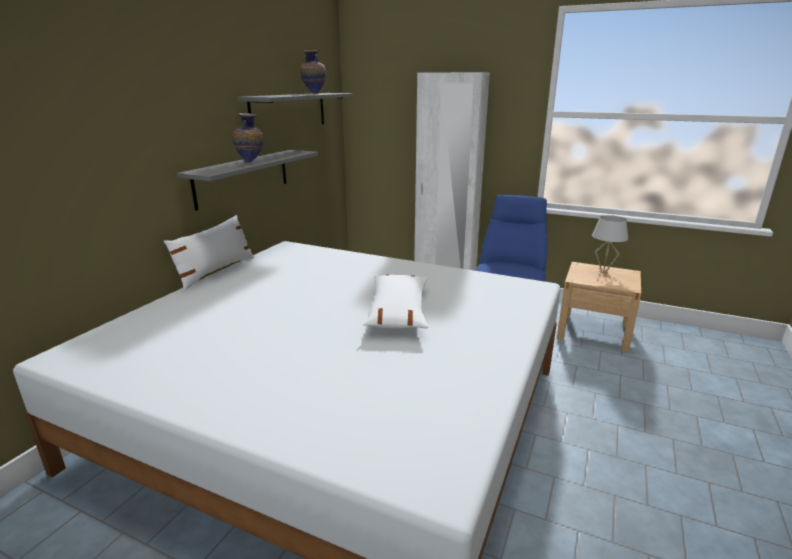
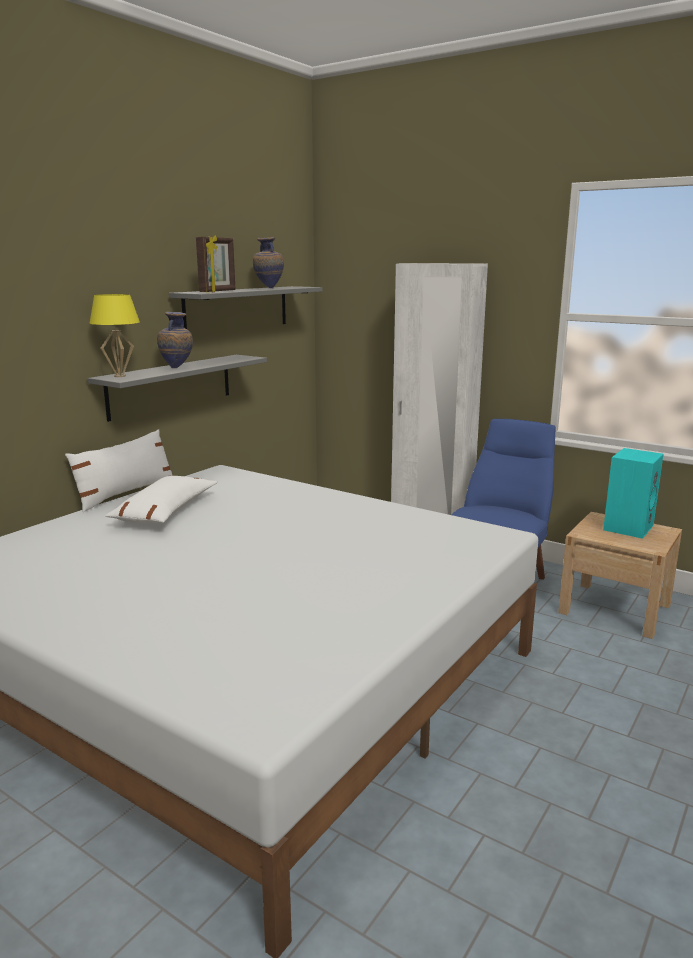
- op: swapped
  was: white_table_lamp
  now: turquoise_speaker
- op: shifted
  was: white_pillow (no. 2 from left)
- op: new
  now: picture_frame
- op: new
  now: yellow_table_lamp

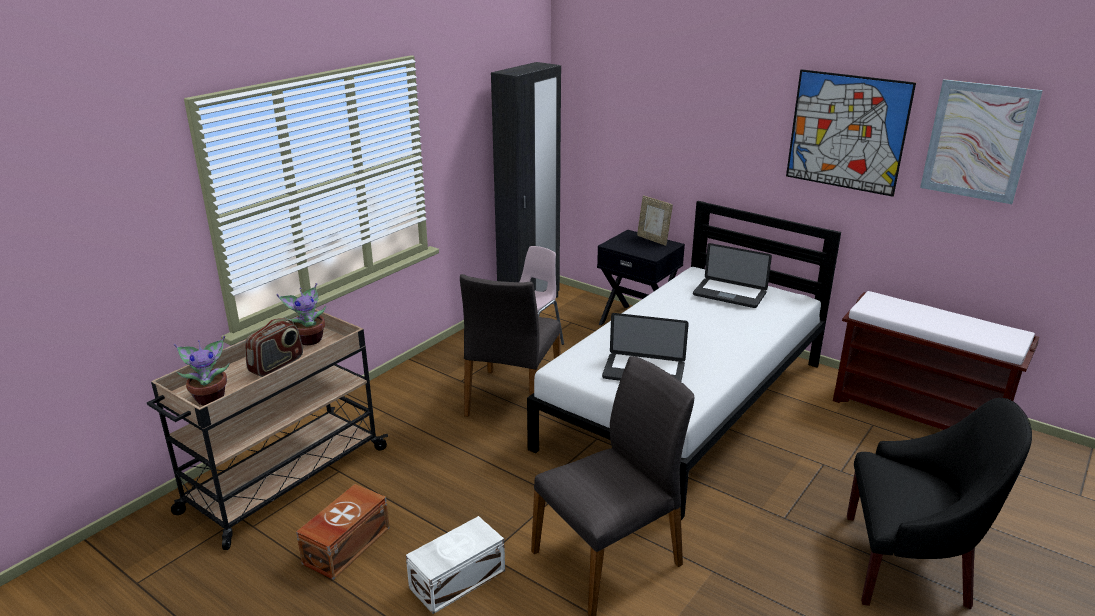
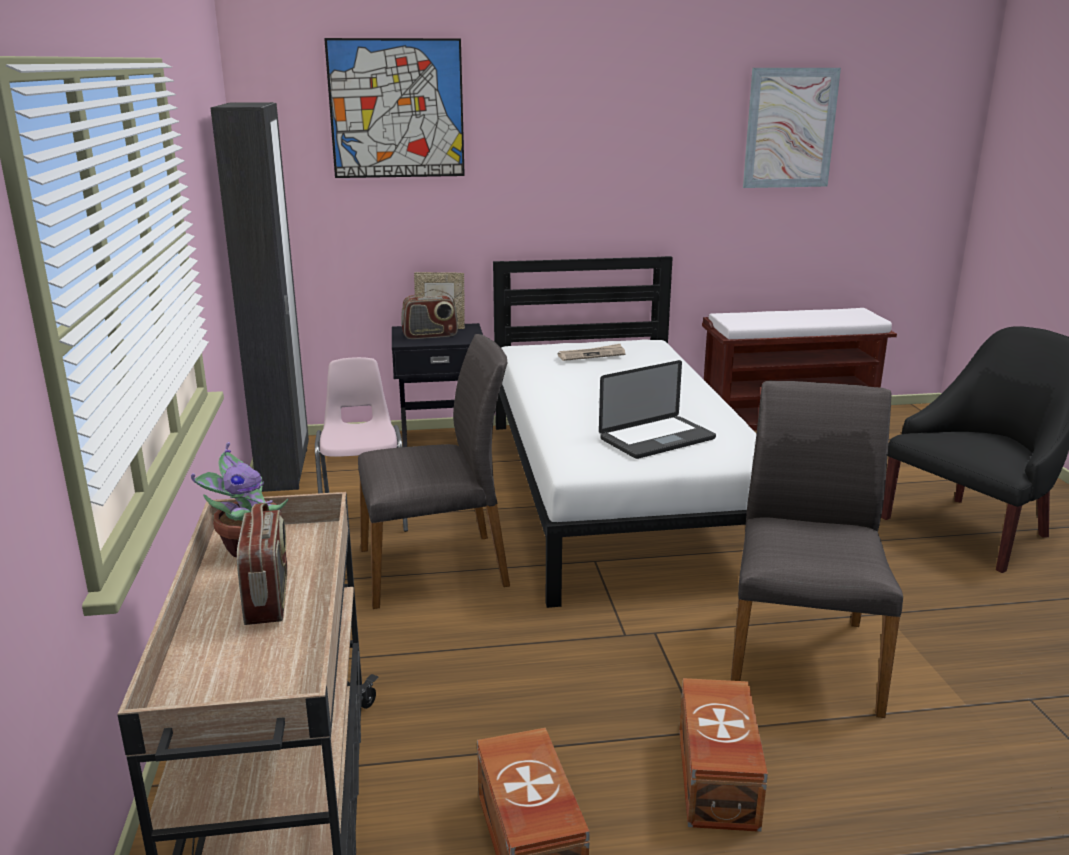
- op: shifted
  was: picture (no. 1 from left)
- op: swapped
  was: laptop (no. 2 from left)
  now: newspaper
- op: rotated
  was: grey_chair (no. 1 from left)
  clockwise: -75
- op: gone
  was: potted_plant (no. 1 from left)
- op: repainted
  was: white_storage_box
  now: brown_storage_box (no. 2 from left)
- op: new
  now: radio (no. 2 from left)

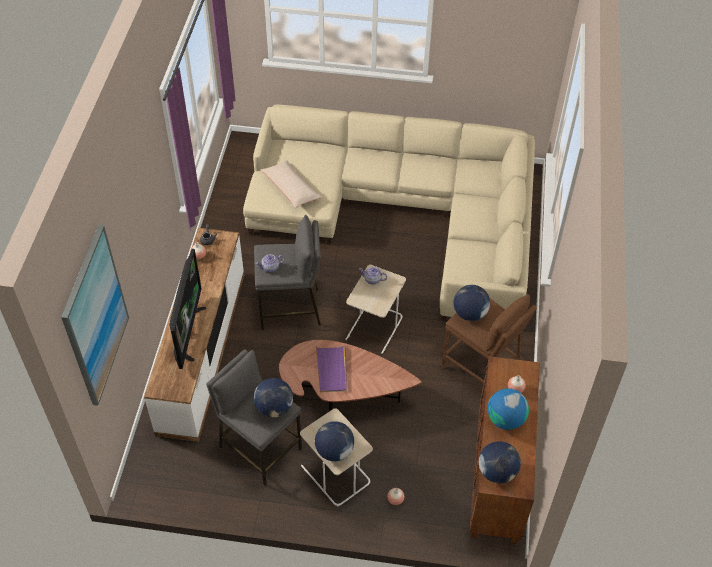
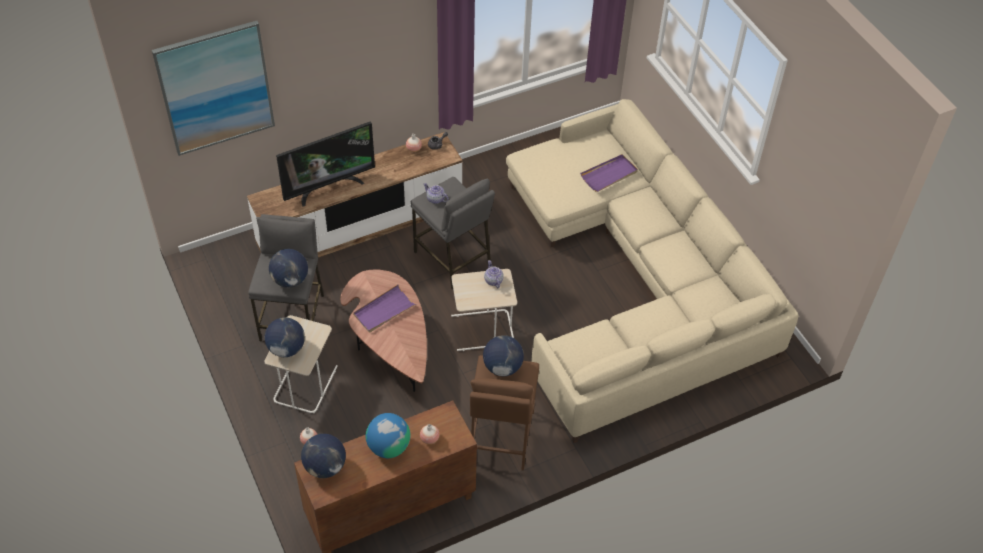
- op: gone
  was: beige_pillow
- op: new
  now: purple_tray (no. 2 from left)

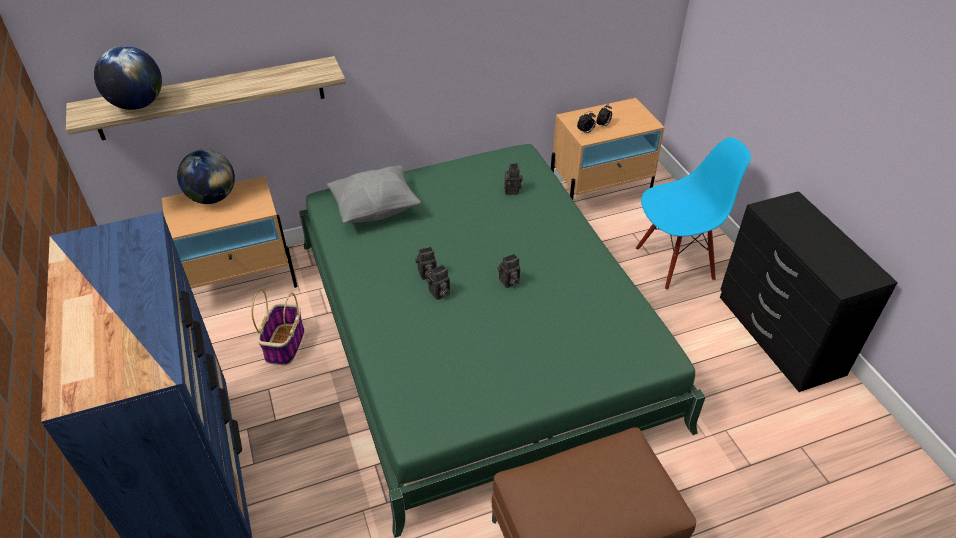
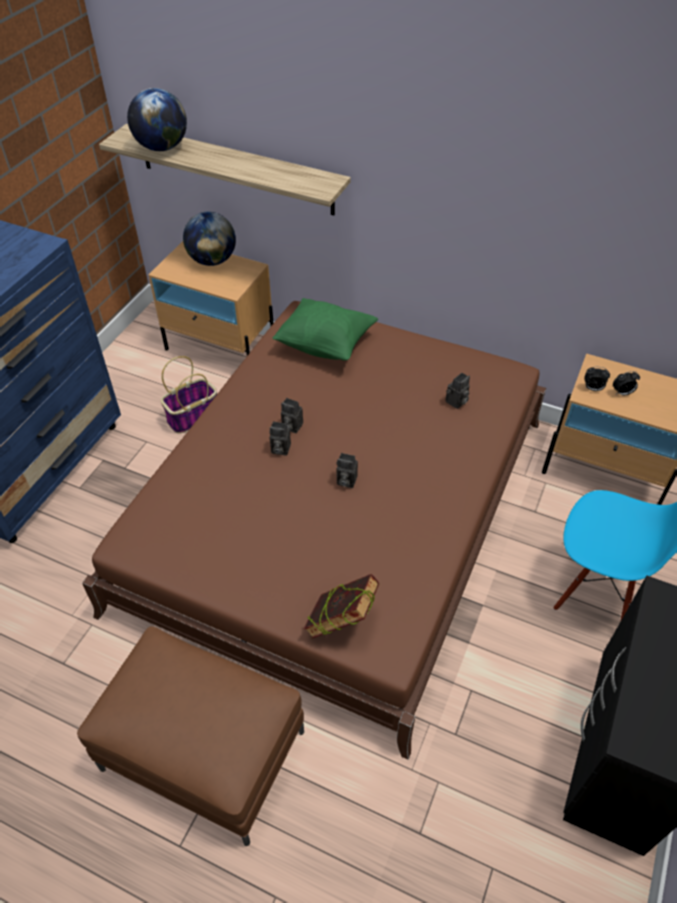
- op: repainted
  was: green_bed
  now: brown_bed
- op: repainted
  was: grey_pillow
  now: green_pillow
- op: new
  now: book

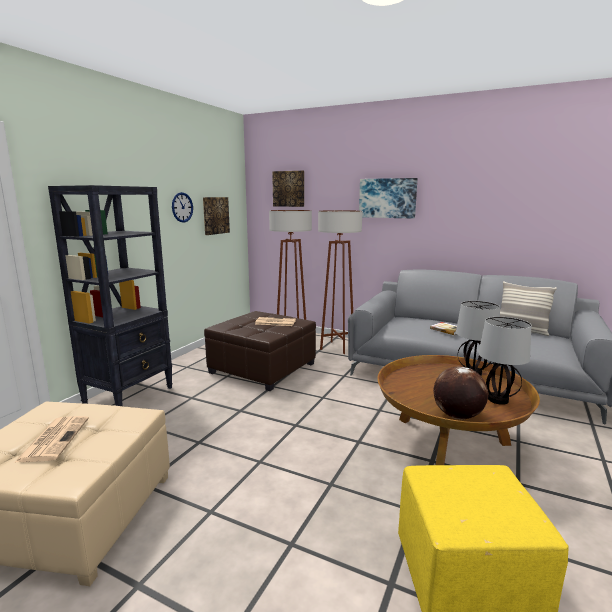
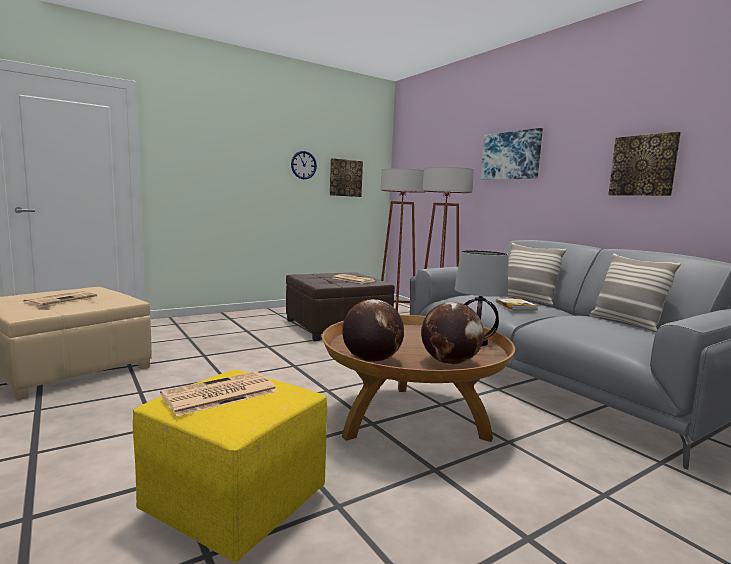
- op: shifted
  was: picture (no. 2 from left in the first image)
  now: picture (no. 3 from left)
- op: gone
  was: black_bookcase
- op: swapped
  was: table_lamp (no. 2 from left)
  now: globe (no. 2 from left)
- op: new
  now: pillow (no. 1 from left)
- op: new
  now: newspaper (no. 2 from left)

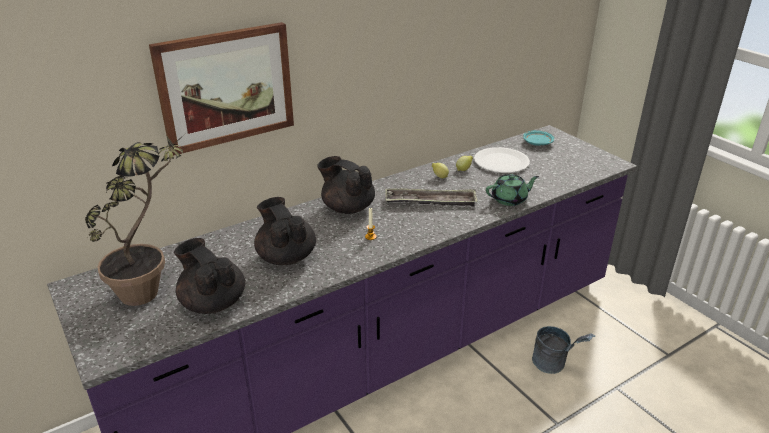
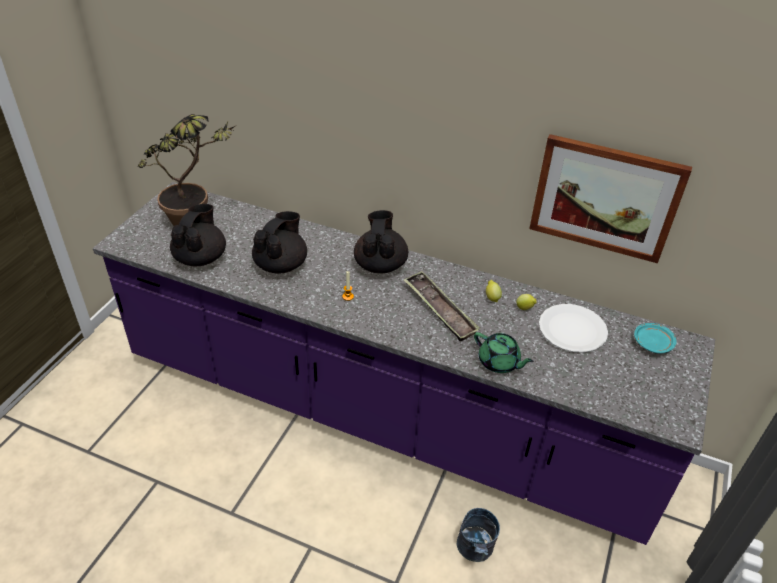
- op: shifted
  was: picture

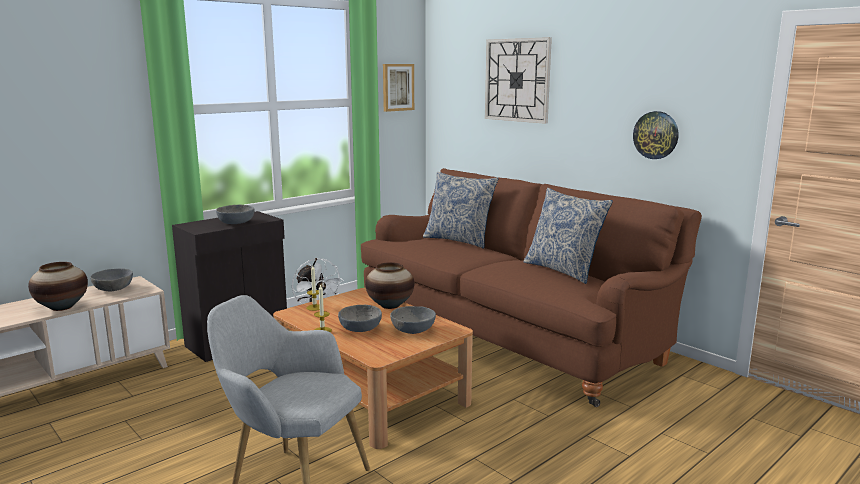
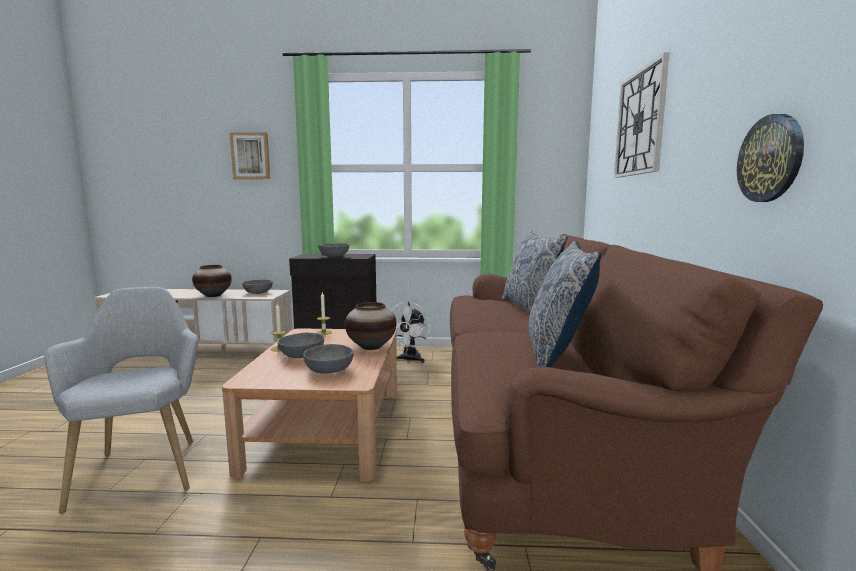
- op: shifted
  was: picture

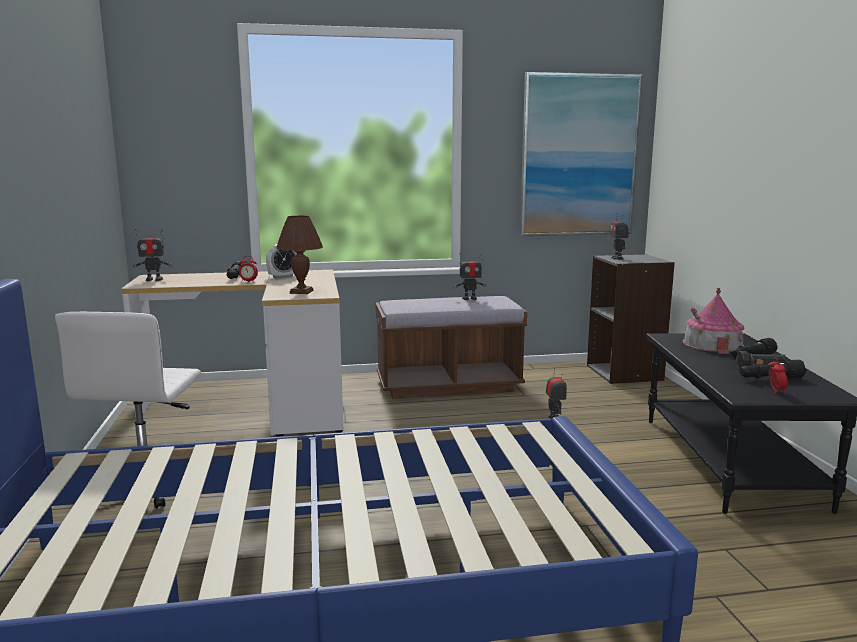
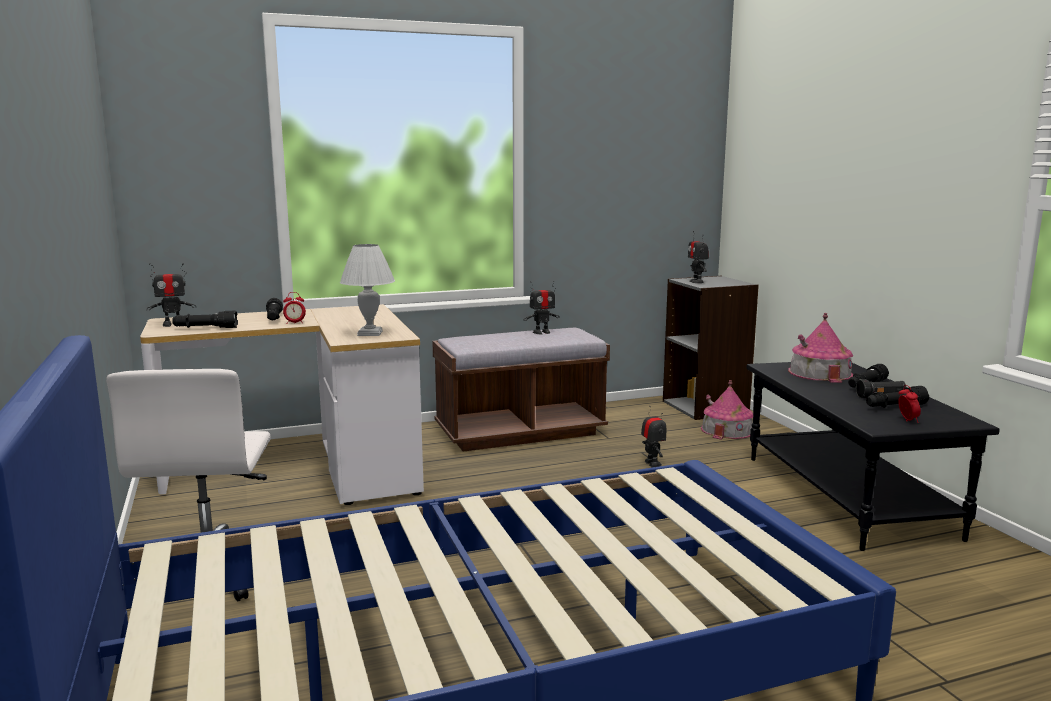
- op: gone
  was: picture
- op: repainted
  was: brown_table_lamp
  now: white_table_lamp
- op: gone
  was: alarm_clock (no. 2 from left)
- op: new
  now: black_flashlight (no. 1 from left)
- op: new
  now: toy_house (no. 1 from left)

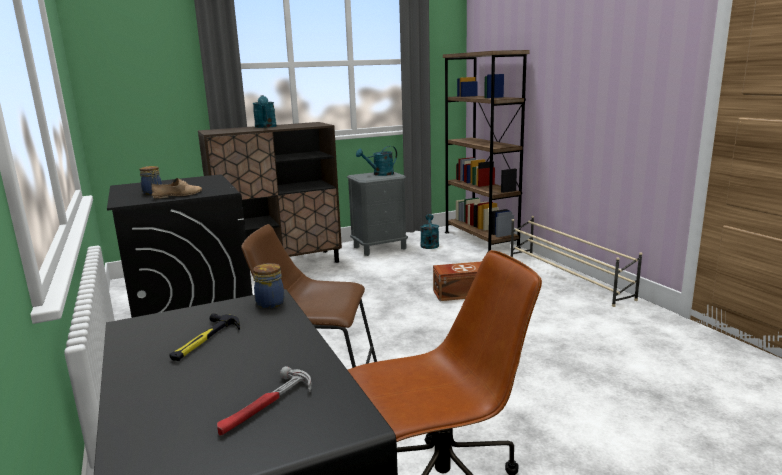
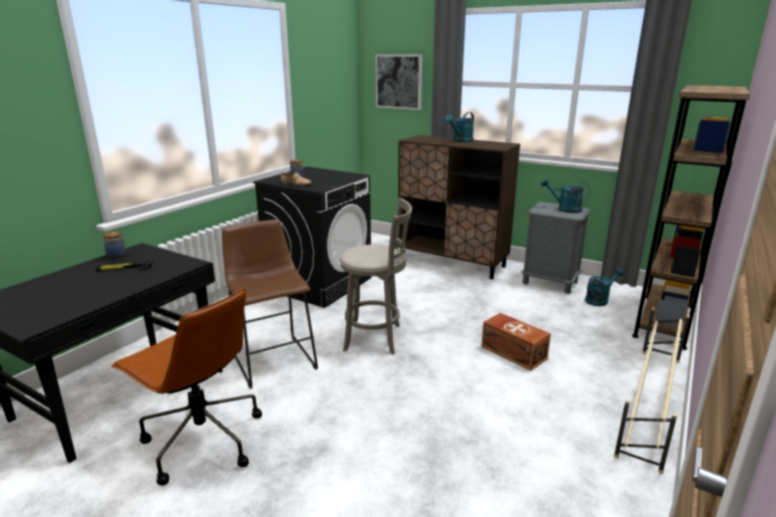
- op: shifted
  was: jar (no. 2 from left in the first image)
  now: jar (no. 1 from left)
- op: gone
  was: hammer (no. 2 from left)
- op: new
  now: picture
- op: new
  now: grey_stool

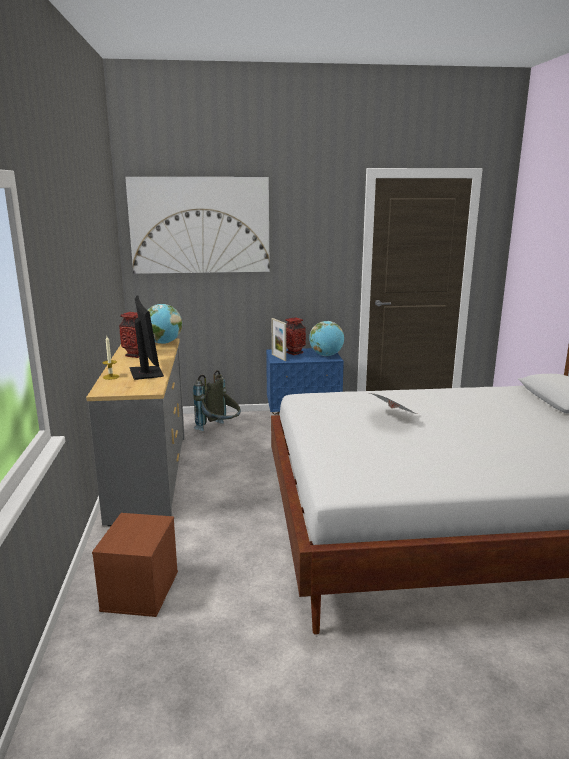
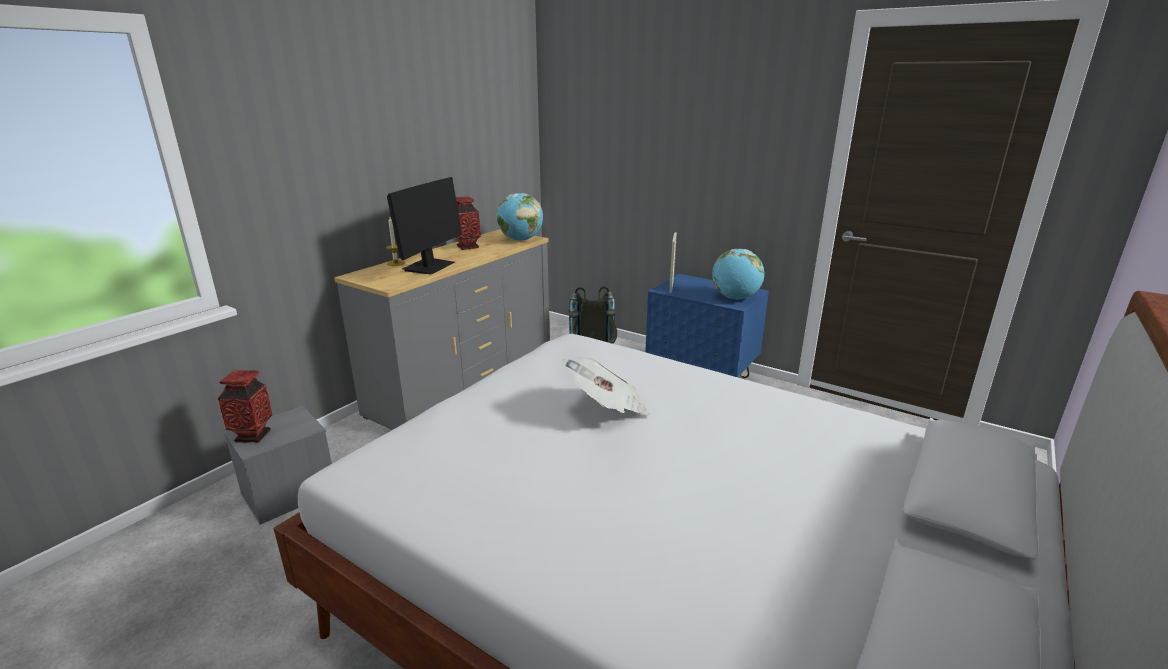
- op: gone
  was: picture
- op: shifted
  was: vase (no. 2 from left in the first image)
  now: vase (no. 1 from left)
- op: repainted
  was: brown_storage_box
  now: grey_storage_box

